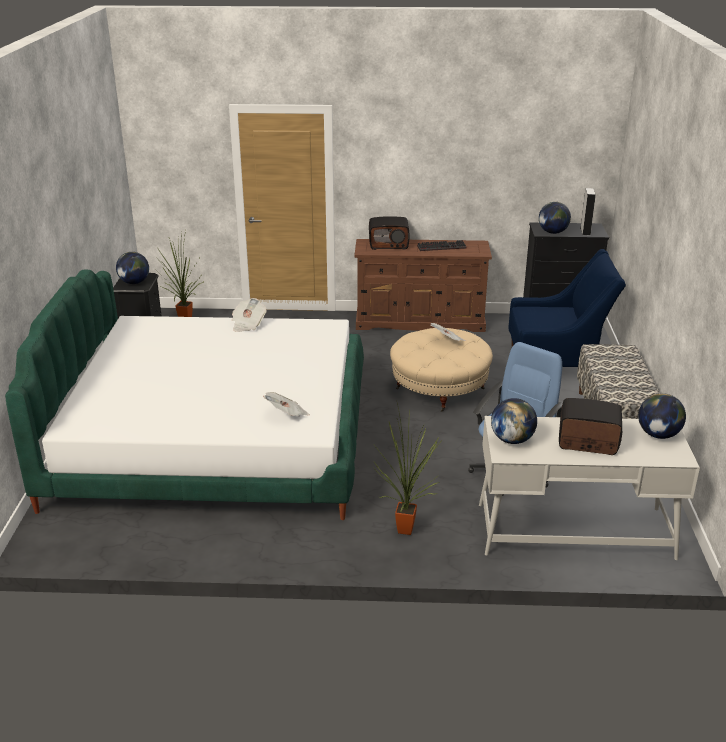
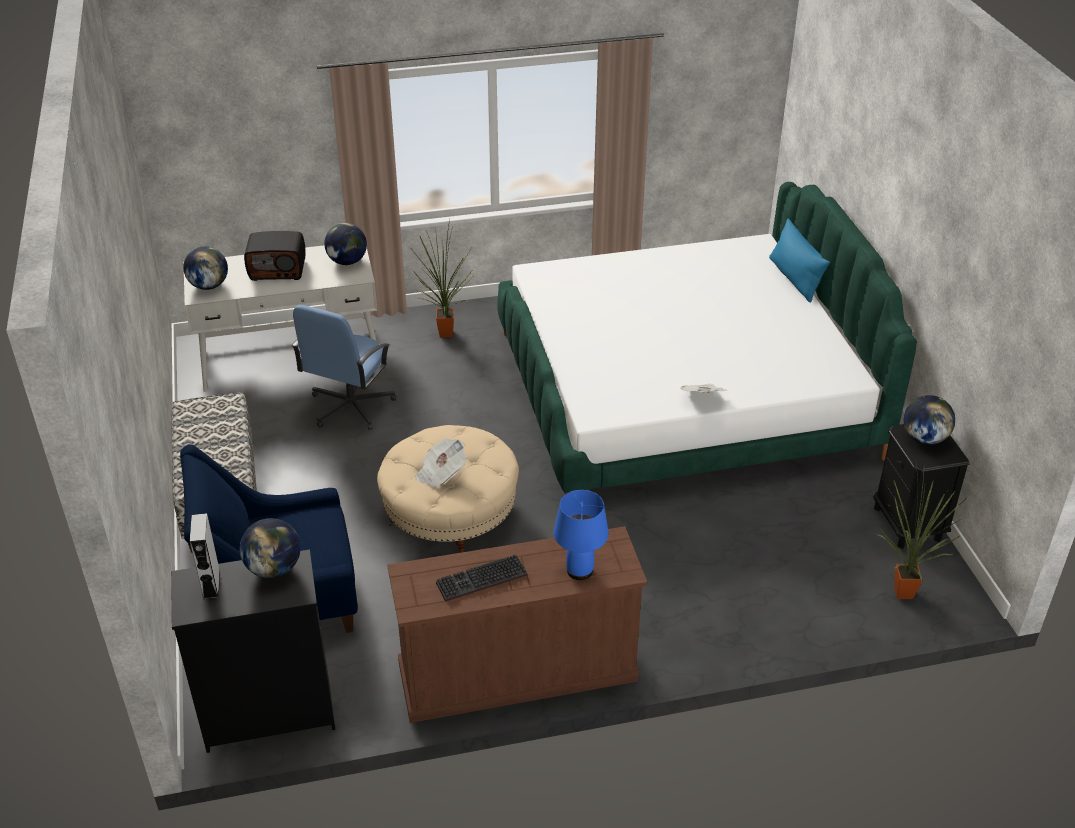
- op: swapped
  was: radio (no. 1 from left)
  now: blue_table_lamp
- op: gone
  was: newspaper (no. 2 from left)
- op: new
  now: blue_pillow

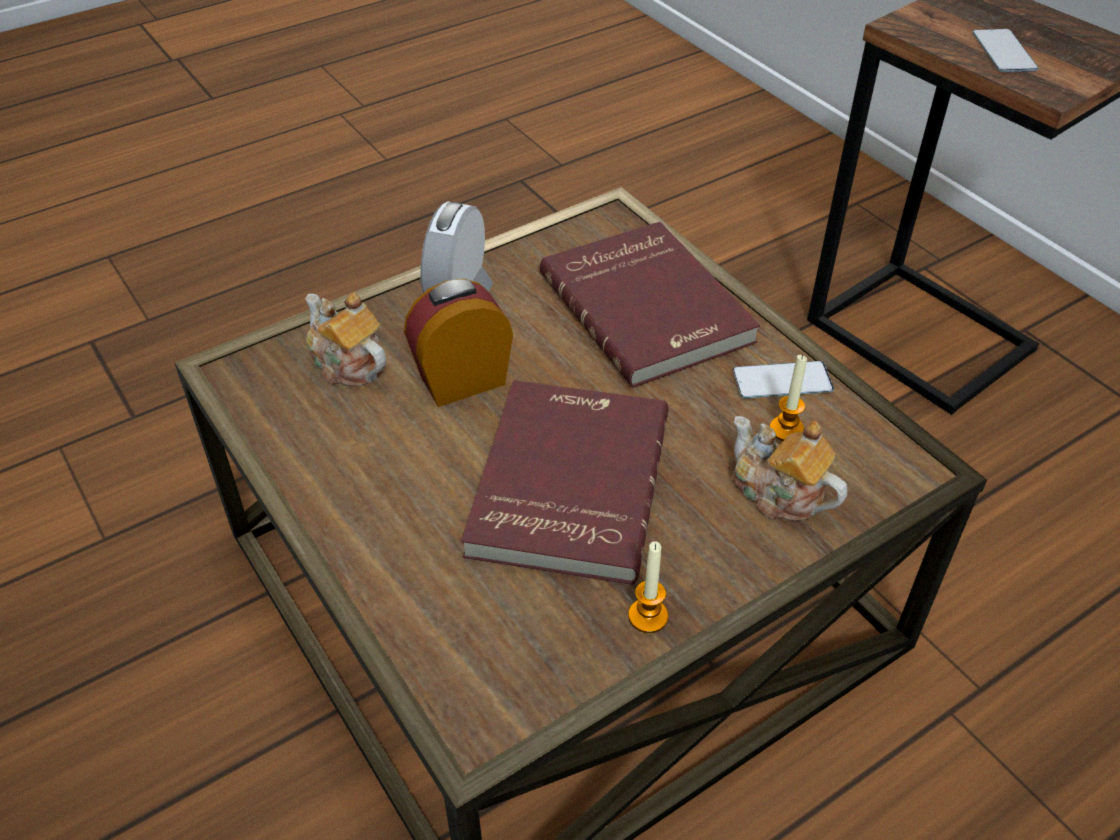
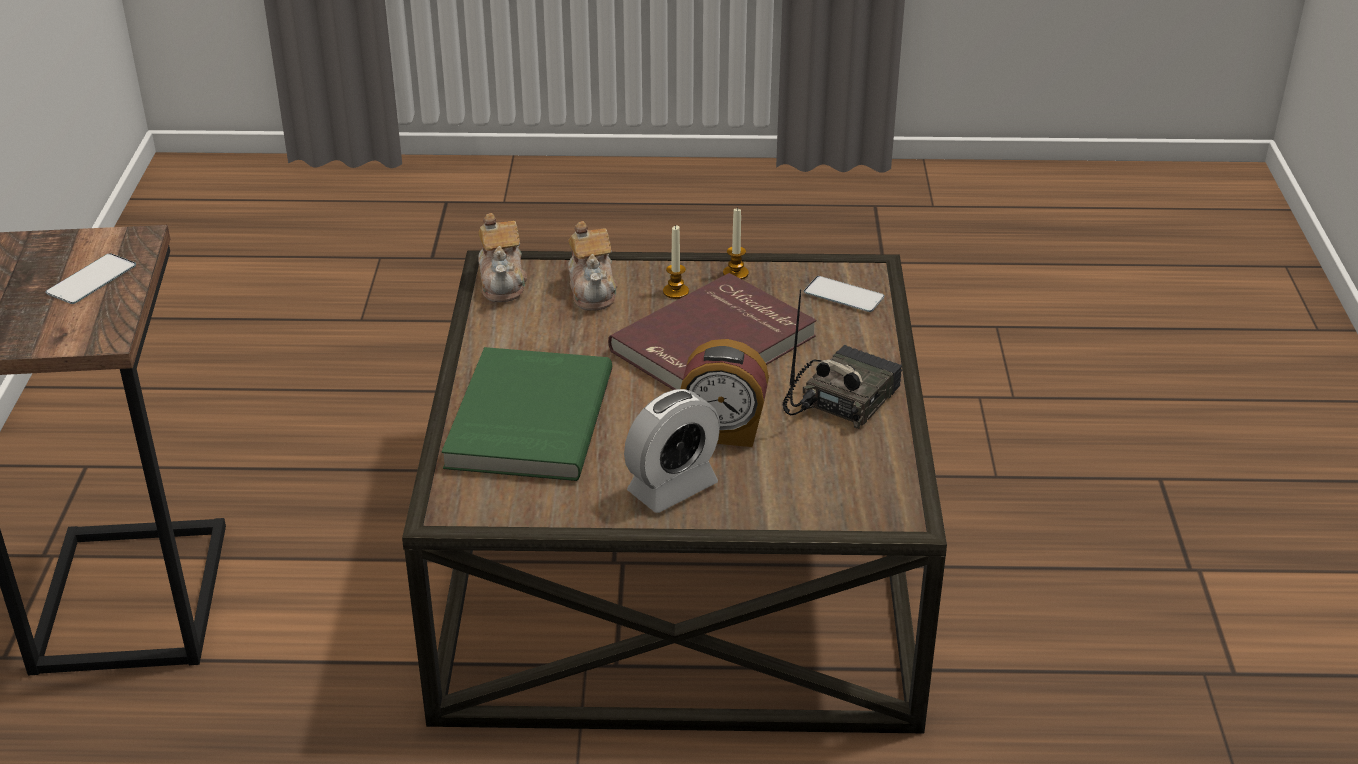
- op: repainted
  was: red_book (no. 2 from left)
  now: green_book
- op: shifted
  was: teapot (no. 1 from left)
- op: shifted
  was: candle (no. 2 from left in the first image)
  now: candle (no. 1 from left)
- op: shifted
  was: phone (no. 1 from left in the first image)
  now: phone (no. 2 from left)
- op: new
  now: radio

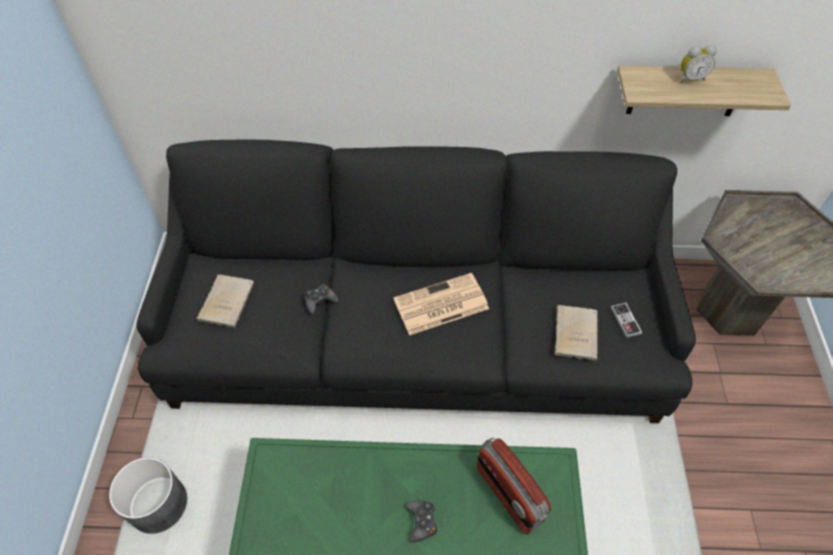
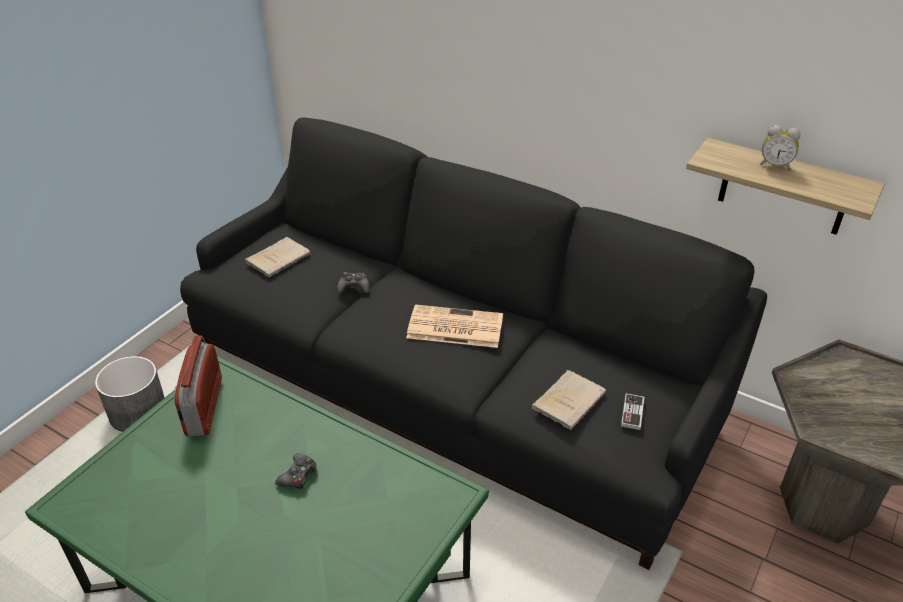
- op: shifted
  was: radio

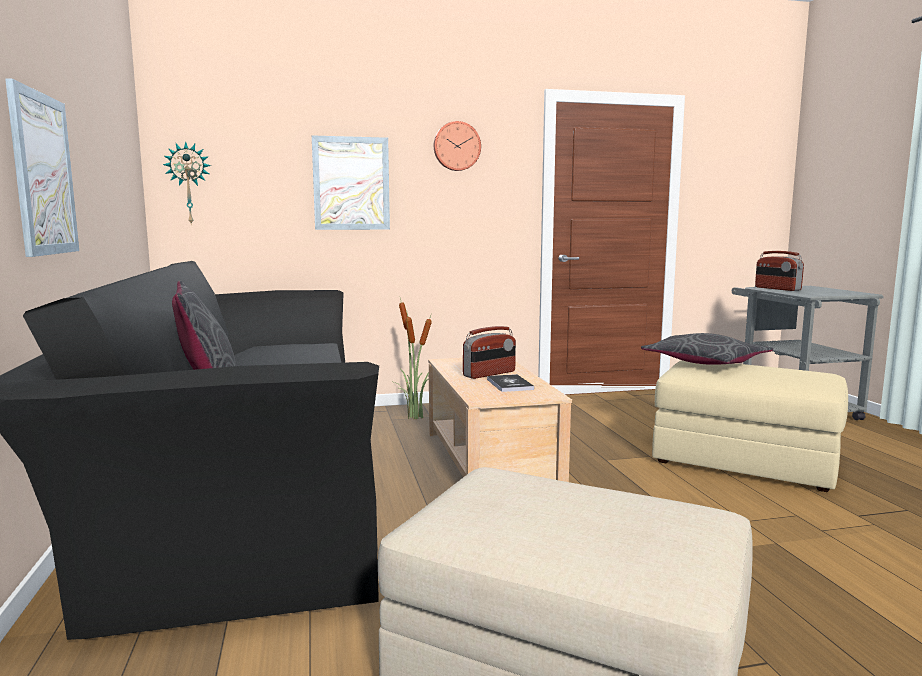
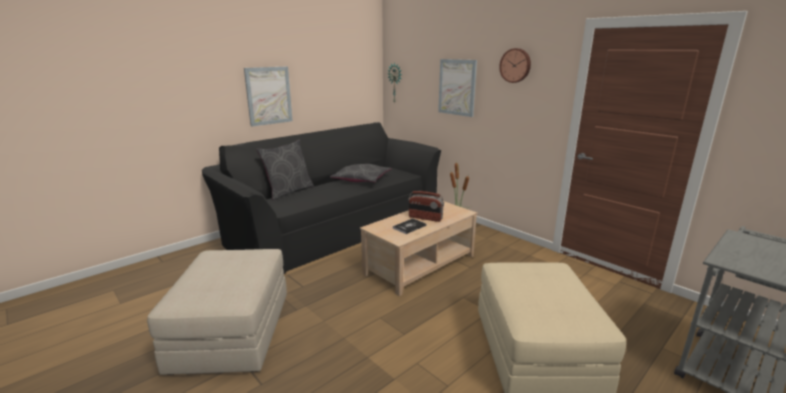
- op: gone
  was: radio (no. 2 from left)
- op: shifted
  was: grey_pillow (no. 2 from left)

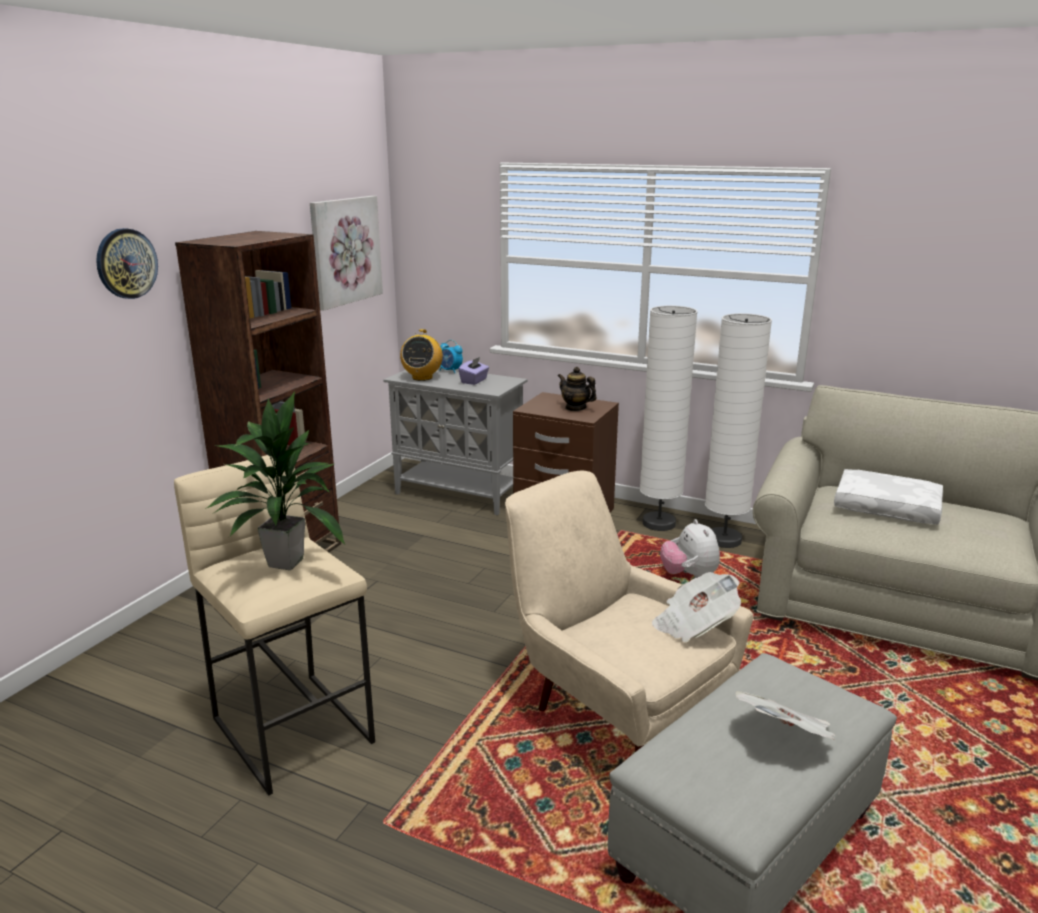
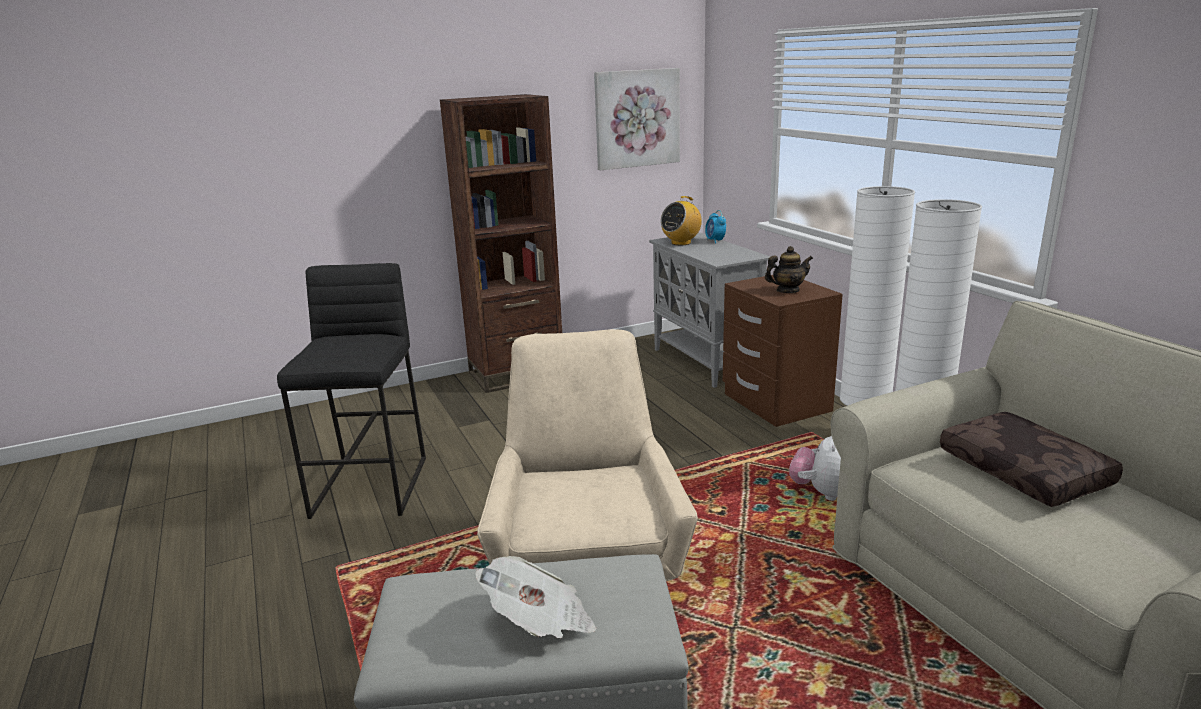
- op: gone
  was: wall_clock
- op: gone
  was: purple_tissue_box
- op: rotated
  was: teapot
  clockwise: 90
- op: gone
  was: potted_plant
- op: repainted
  was: beige_stool
  now: black_stool
- op: repainted
  was: white_pillow
  now: brown_pillow
- op: gone
  was: newspaper (no. 1 from left)

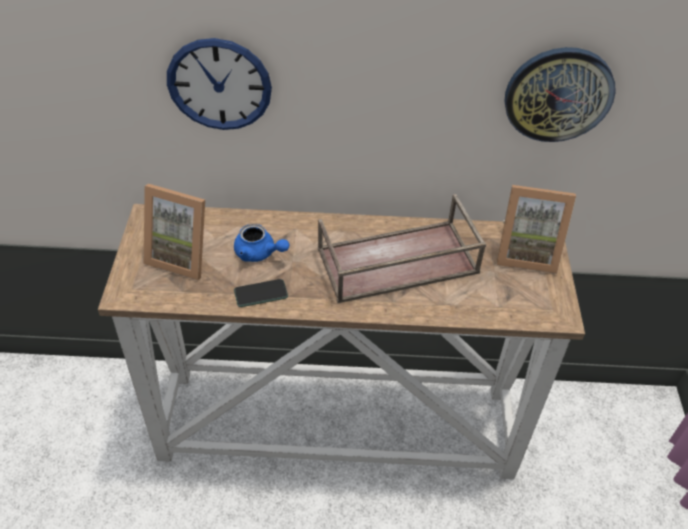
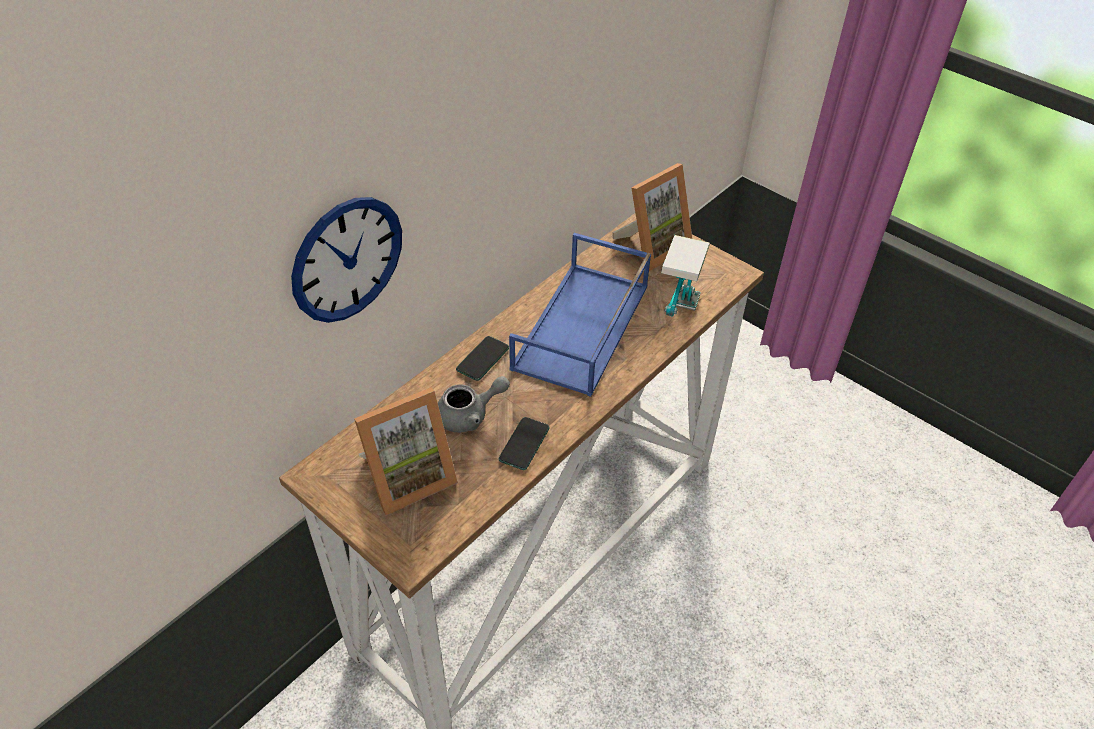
- op: gone
  was: wall_clock (no. 2 from left)
- op: repainted
  was: brown_tray
  now: blue_tray
- op: repainted
  was: blue_teapot
  now: grey_teapot
- op: new
  now: table_lamp
- op: new
  now: phone (no. 1 from left)

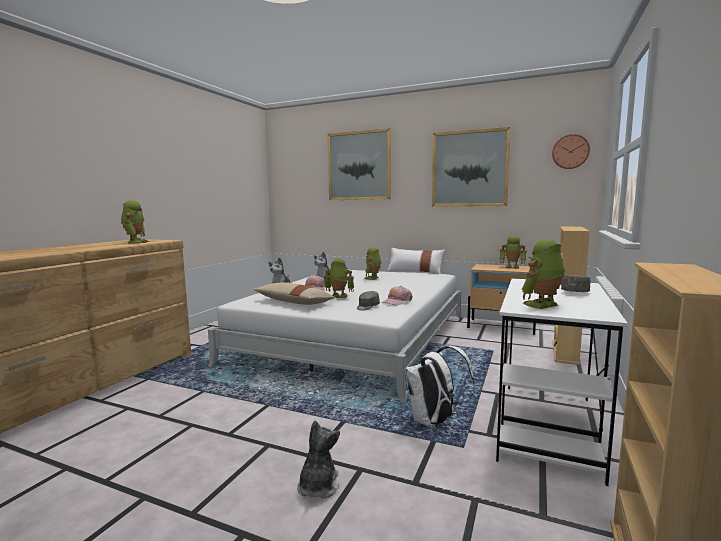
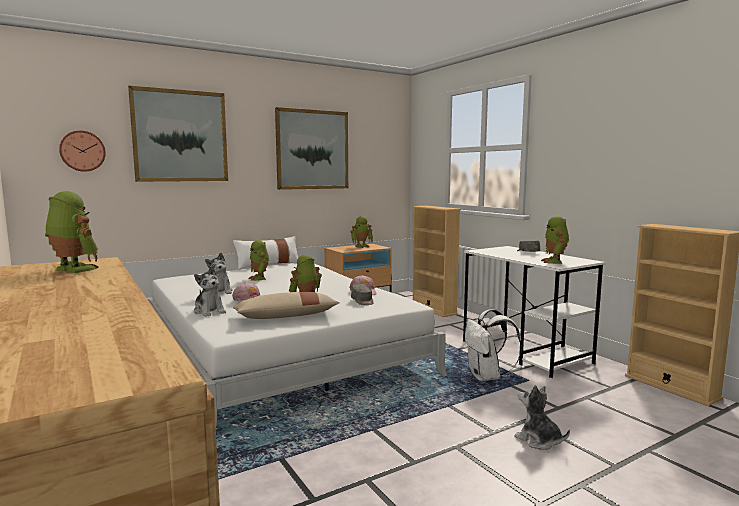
- op: shifted
  was: wall_clock

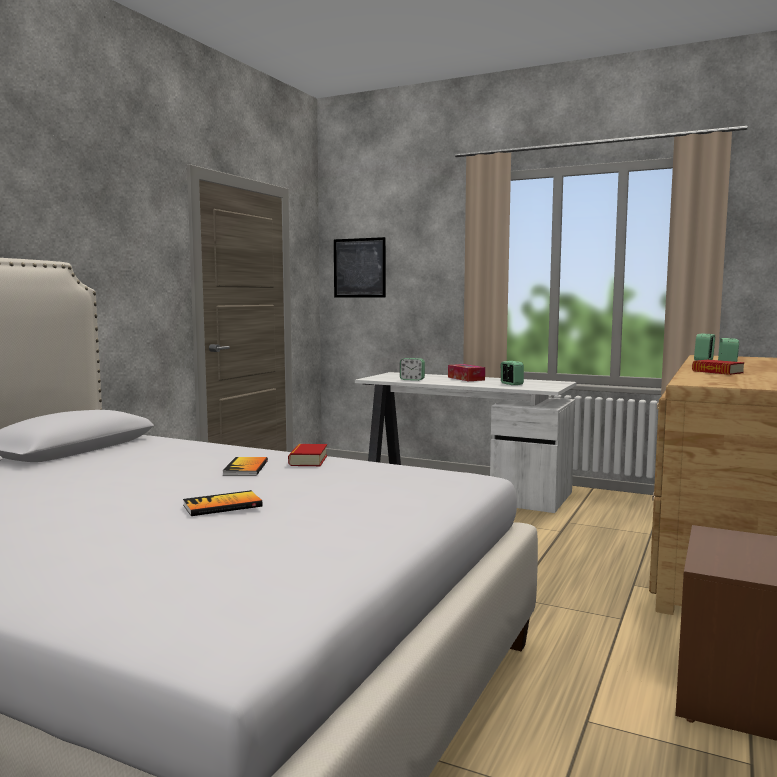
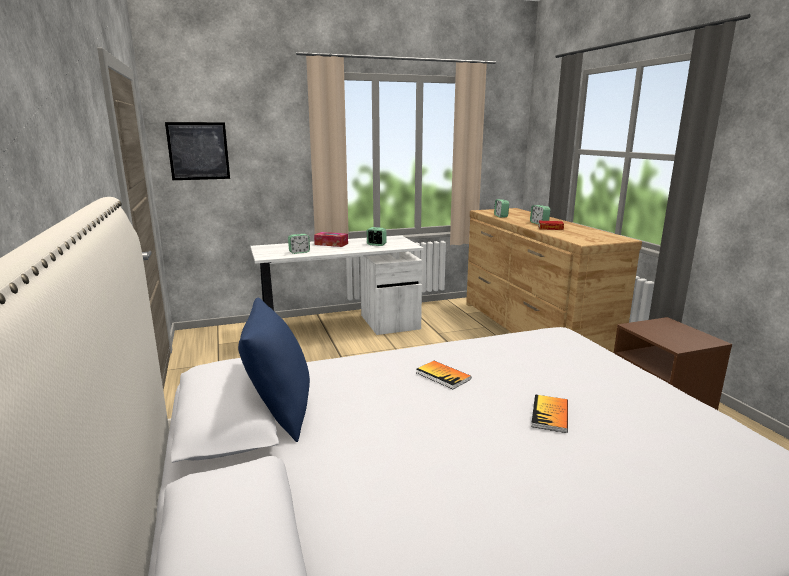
- op: gone
  was: book (no. 3 from left)
- op: new
  now: blue_pillow

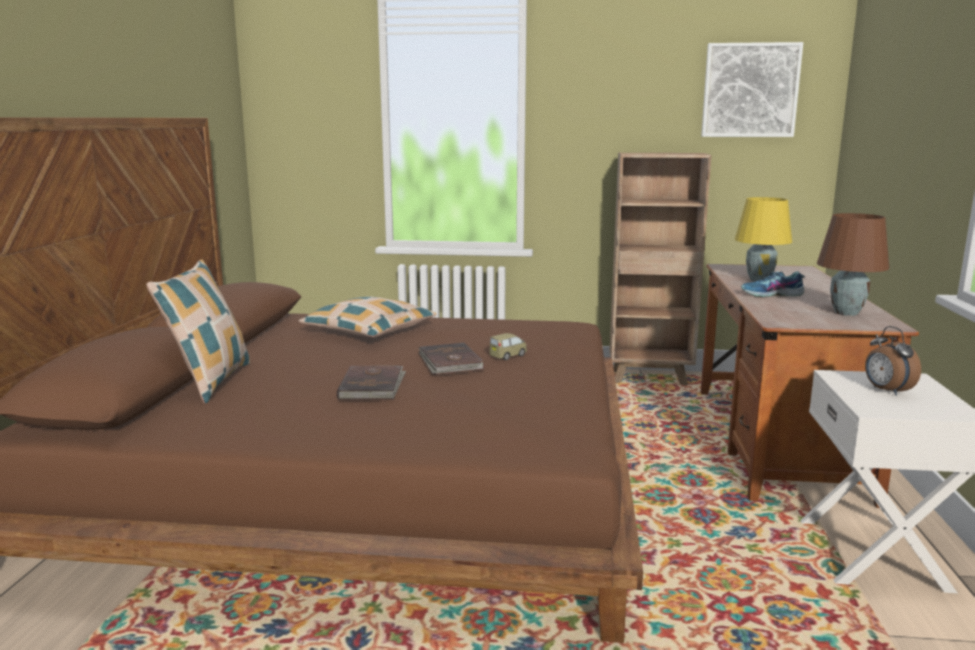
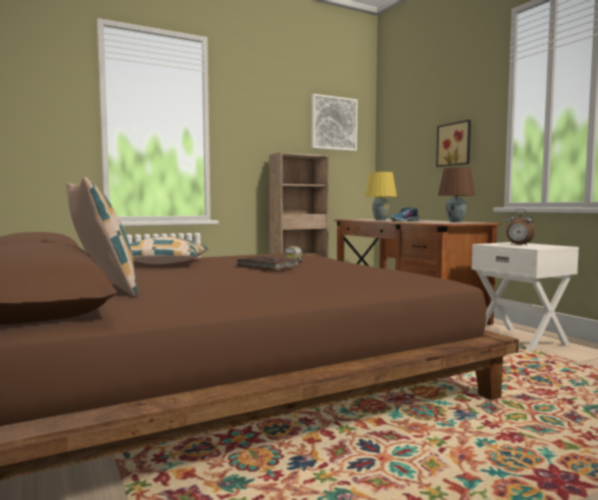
- op: gone
  was: brown_book (no. 1 from left)
- op: new
  now: picture (no. 2 from left)

